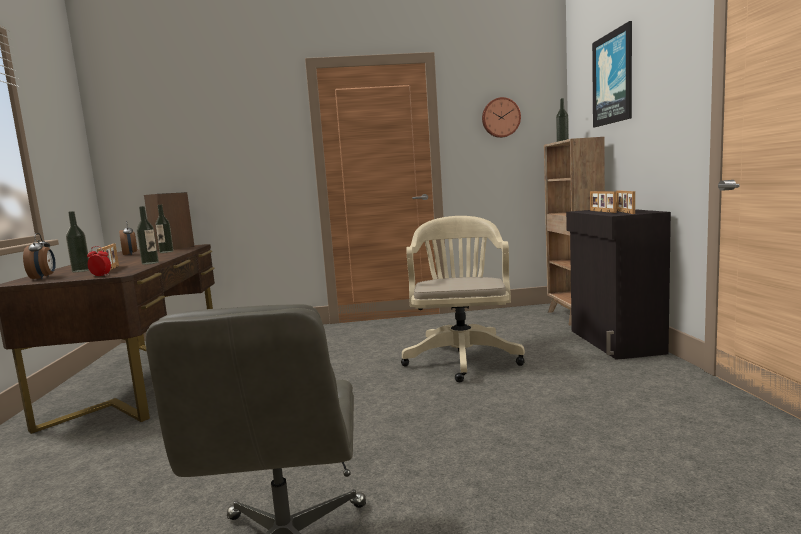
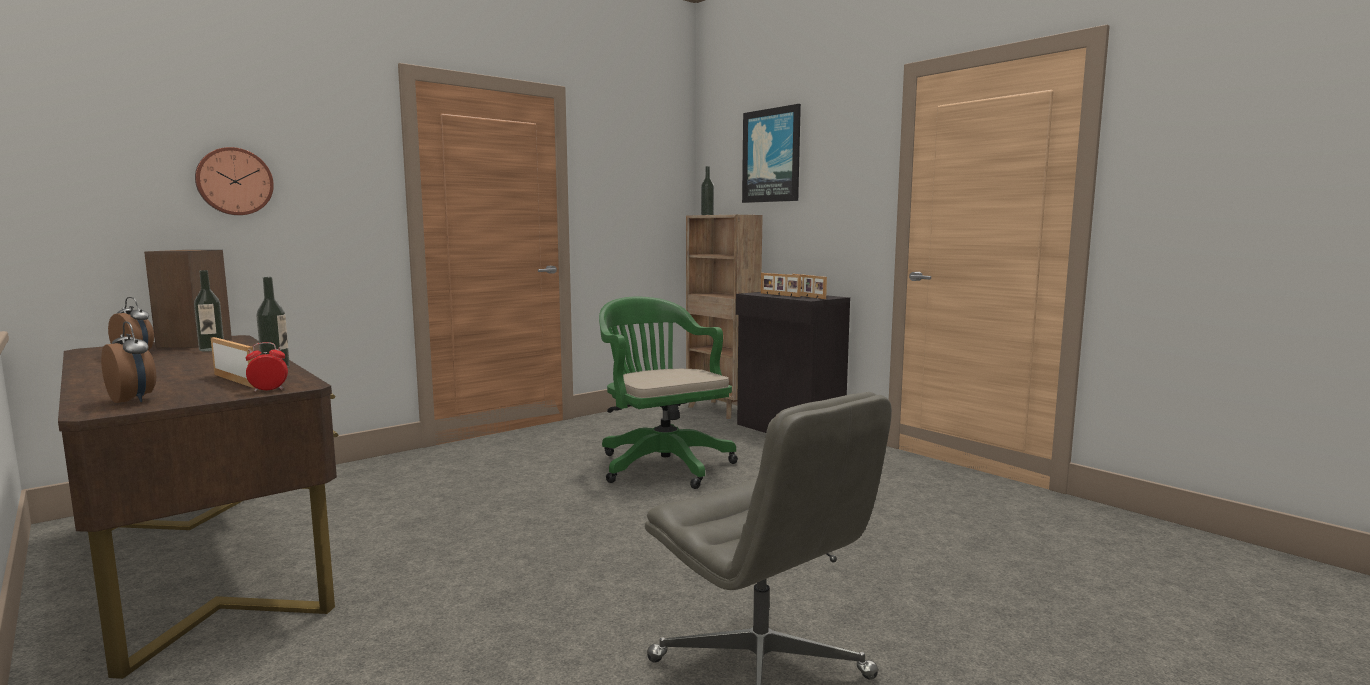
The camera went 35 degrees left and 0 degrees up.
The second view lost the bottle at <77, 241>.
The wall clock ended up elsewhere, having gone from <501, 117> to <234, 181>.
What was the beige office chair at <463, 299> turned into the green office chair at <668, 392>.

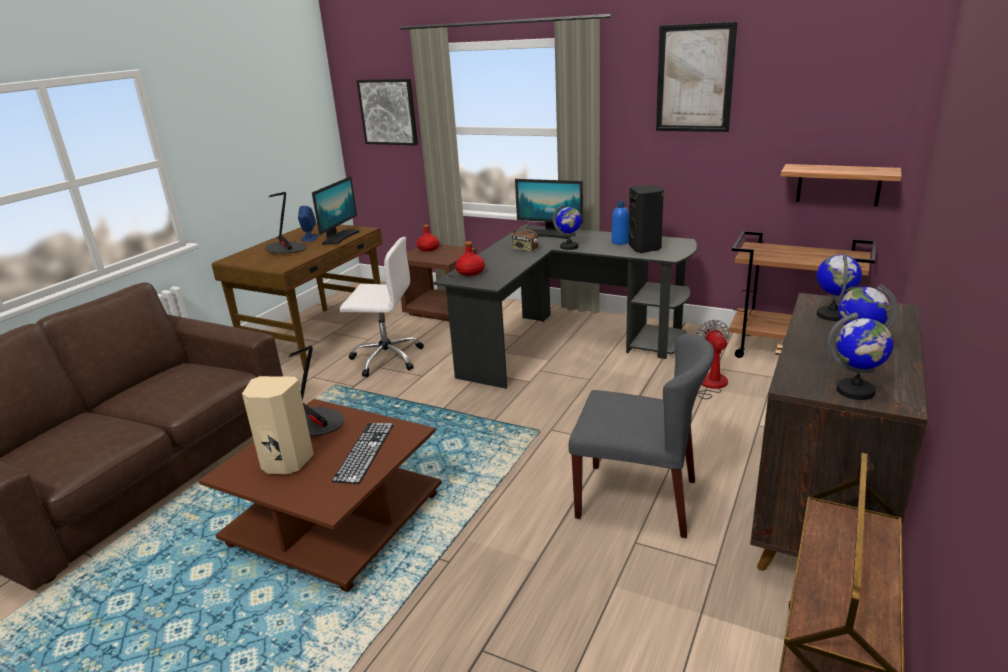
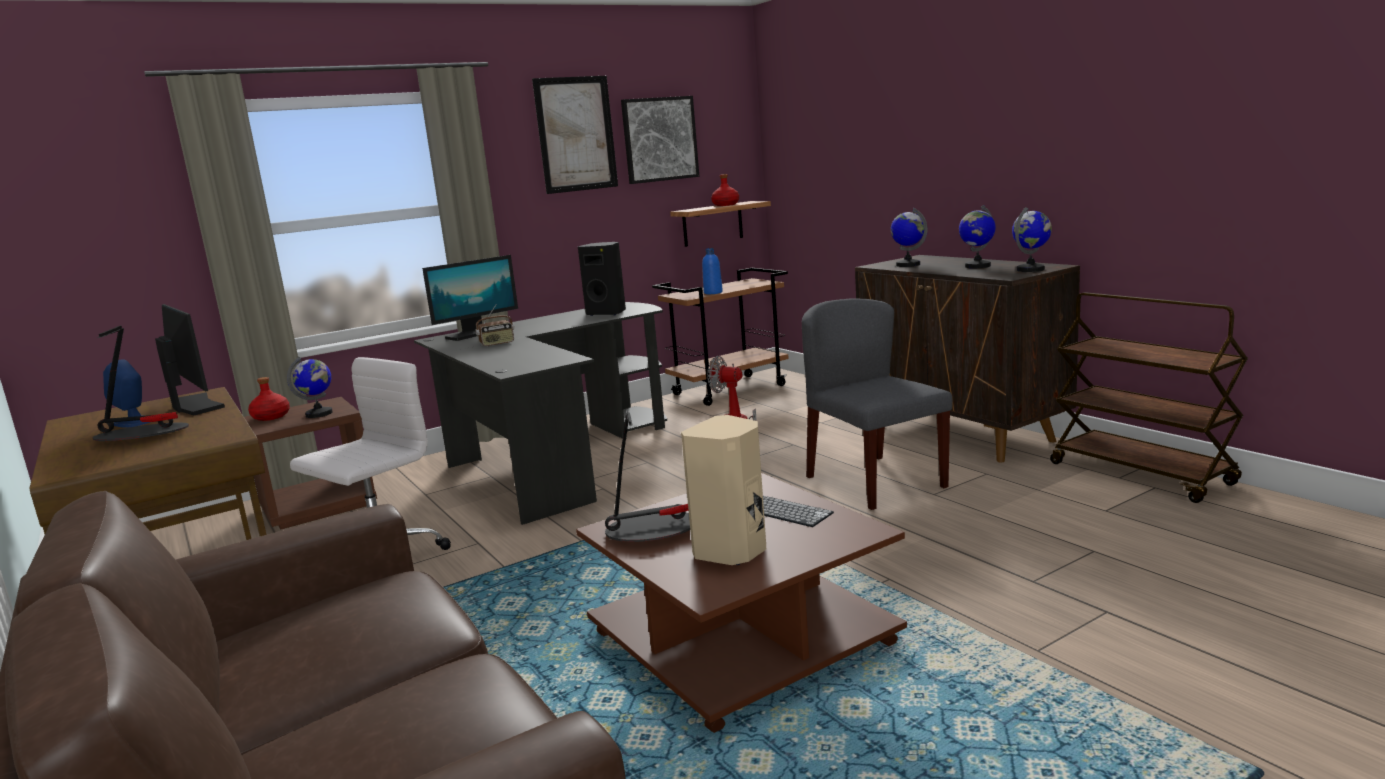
The camera went 60 degrees left and 10 degrees down.
The picture ended up elsewhere, having gone from <387, 112> to <660, 140>.
The red bottle ended up elsewhere, having gone from <470, 258> to <725, 190>.
The globe ended up elsewhere, having gone from <567, 227> to <310, 387>.
The blue bottle ended up elsewhere, having gone from <620, 223> to <712, 271>.
The grey chair at <641, 436> ended up facing another way, 75 degrees counterclockwise from before.

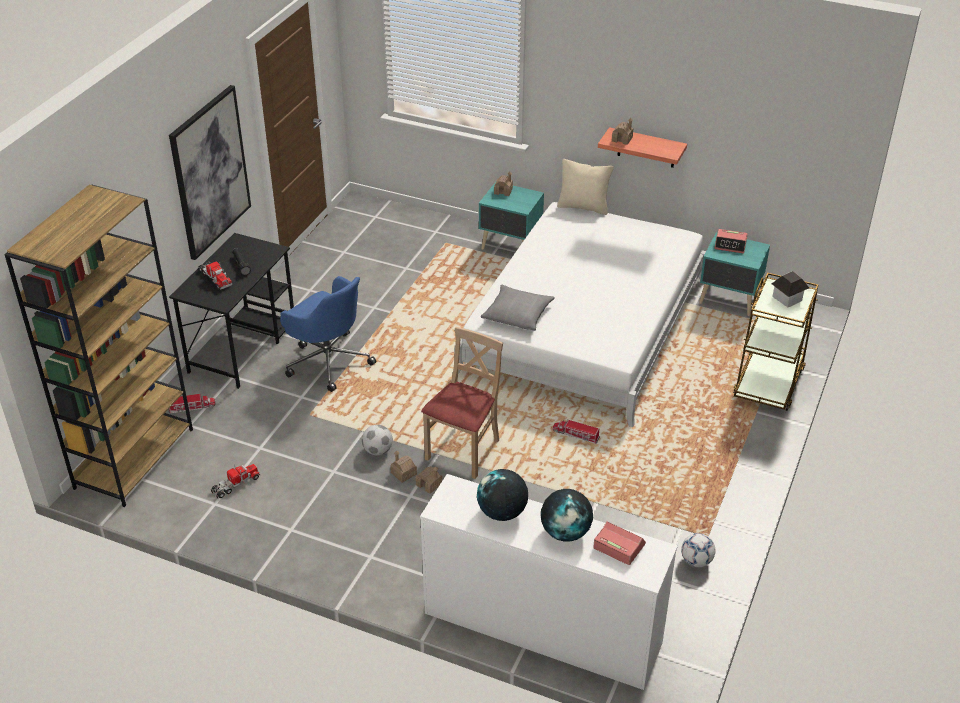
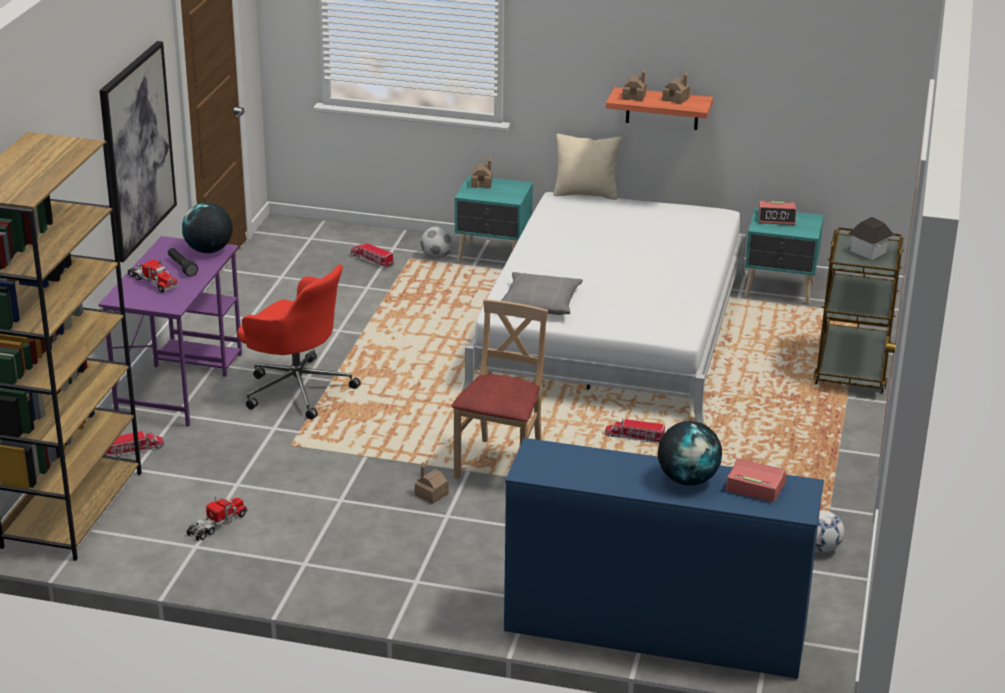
The camera went 10 degrees left and 10 degrees down.
The second view gained the toy truck at <372, 255>.
The football ended up elsewhere, having gone from <377, 440> to <436, 243>.
The toy house ended up elsewhere, having gone from <429, 480> to <676, 87>.
The globe ended up elsewhere, having gone from <502, 495> to <207, 228>.
What was the black desk at <231, 311> turned into the purple desk at <170, 331>.
What was the blue office chair at <328, 334> turned into the red office chair at <299, 342>.
What was the white dresser at <549, 582> turned into the blue dresser at <664, 558>.

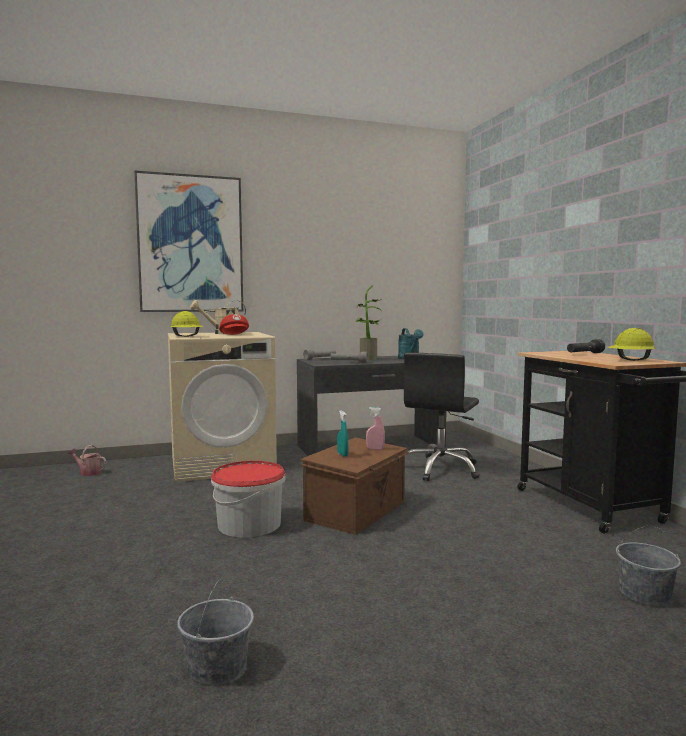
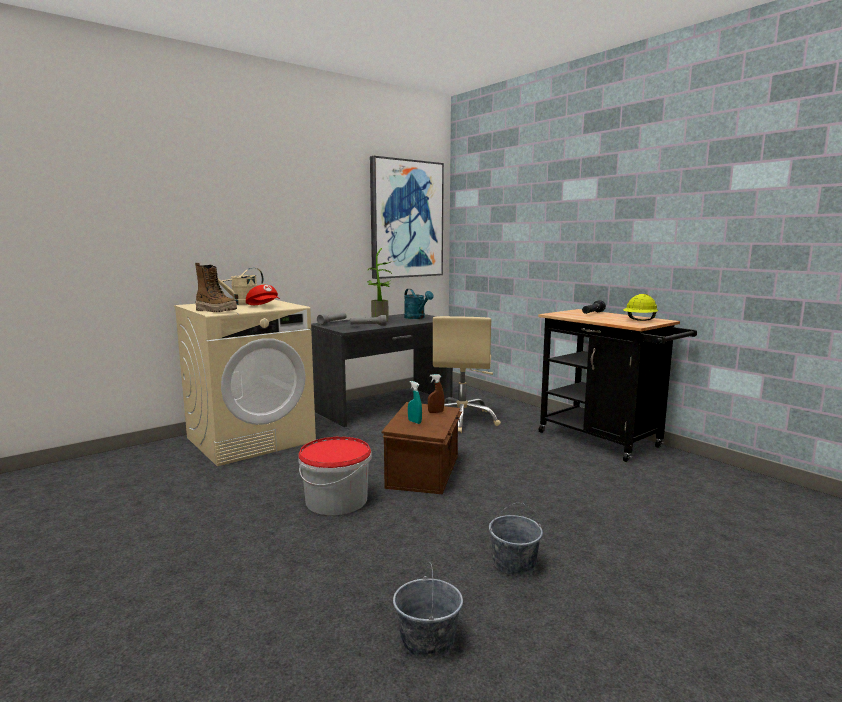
The camera went 20 degrees left and 5 degrees up.
The second view lost the watering can at <87, 460>.
The picture ended up elsewhere, having gone from <188, 241> to <407, 217>.
The grey bucket ended up elsewhere, having gone from <648, 566> to <516, 539>.
Where the yellow hard hat stood at <186, 324>, the boot came to stand at <216, 287>.
What was the pink spray bottle at <375, 428> turned into the brown spray bottle at <436, 393>.
What was the black office chair at <441, 417> turned into the beige office chair at <467, 374>.

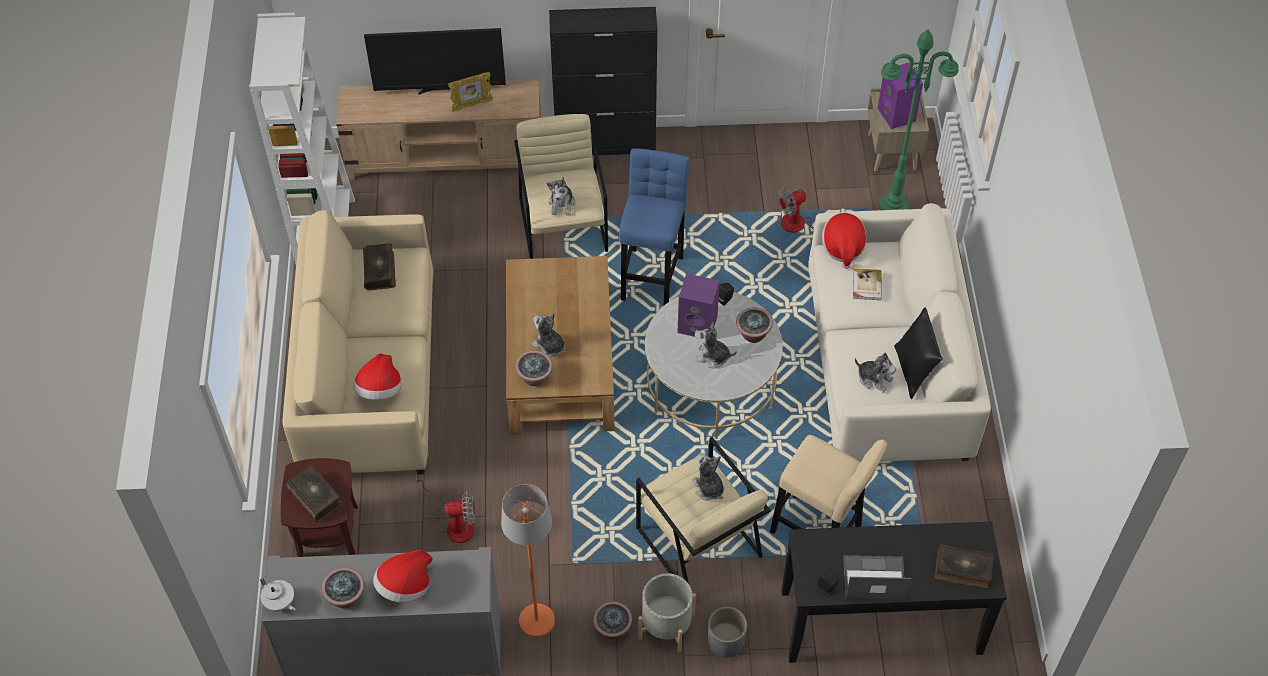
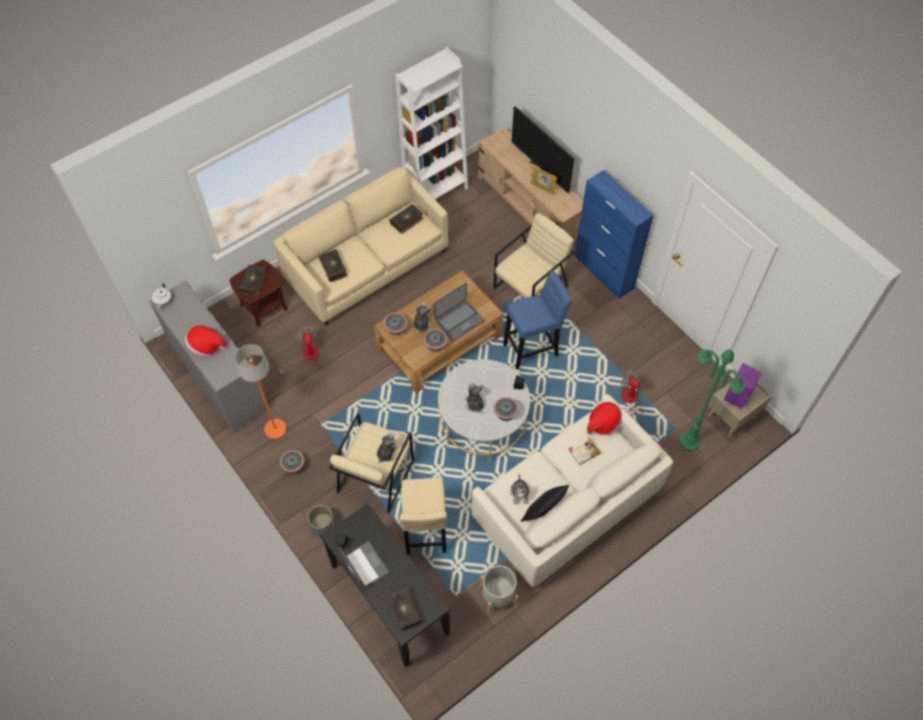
The camera went 55 degrees right and 5 degrees up.
The second view lost the plush toy at <561, 196>.
The second view lost the purple speaker at <698, 305>.
The second view gained the laptop at <459, 312>.
The potted plant ended up elsewhere, having gone from <342, 588> to <435, 340>.
The grey planter ended up elsewhere, having gone from <667, 613> to <499, 589>.
Where the hat stood at <377, 377>, the book came to stand at <333, 265>.
What was the black cabinet at <603, 81> turned into the blue cabinet at <614, 234>.
The fan at <445, 509> ended up facing another way, 150 degrees counterclockwise from before.

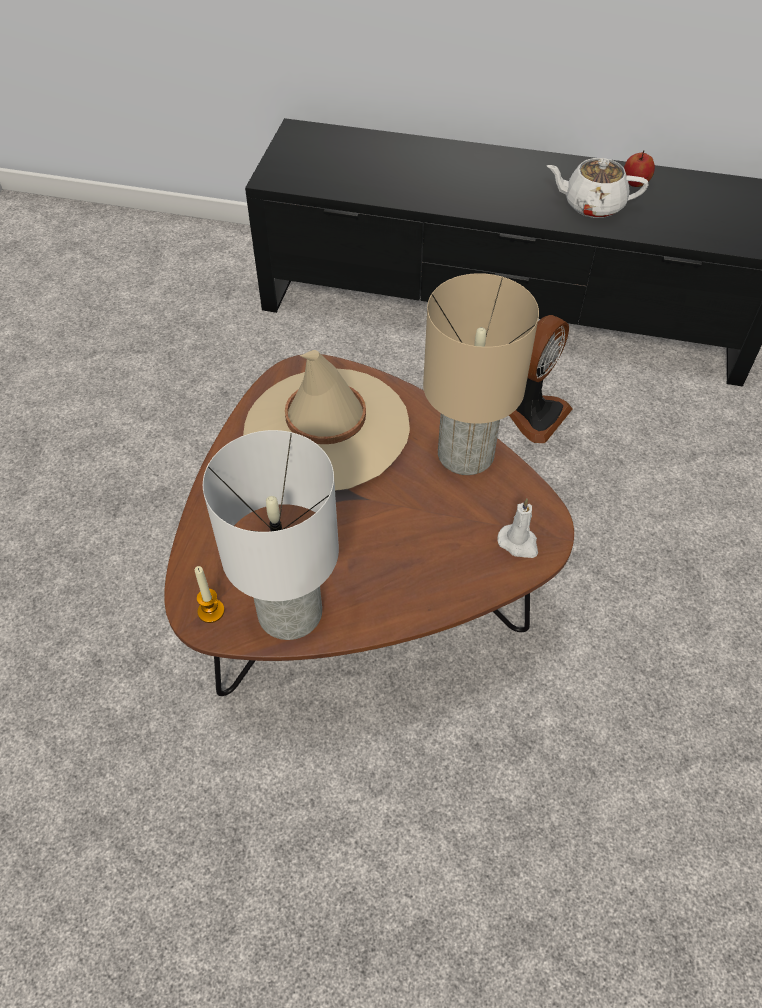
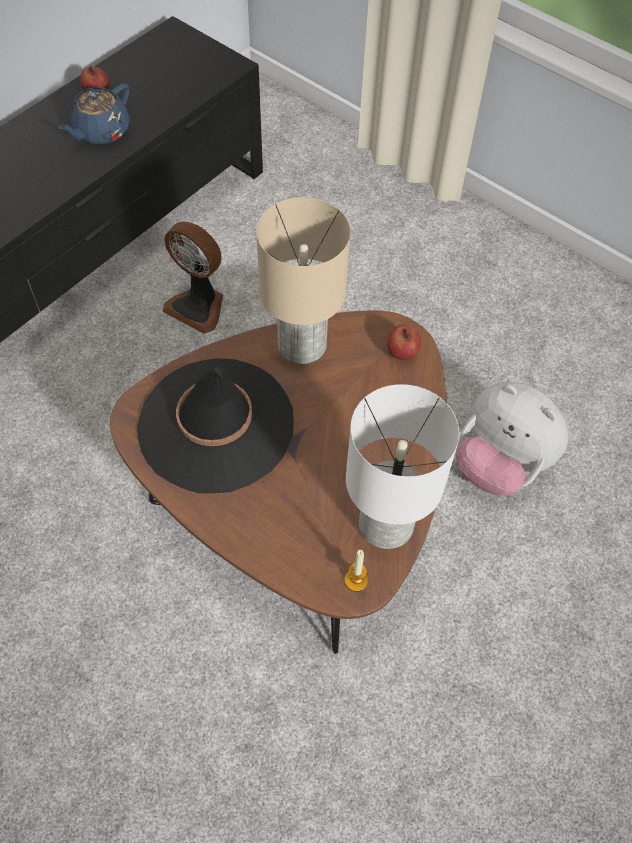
The camera went 65 degrees left and 5 degrees up.
The second view gained the plush toy at <512, 439>.
Where the white candle stood at <517, 528>, the apple came to stand at <404, 342>.
What was the beige hat at <326, 420> turned into the black hat at <215, 425>.
What was the white teapot at <597, 188> turned into the blue teapot at <94, 114>.
The fan at <541, 379> ended up facing another way, 150 degrees clockwise from before.

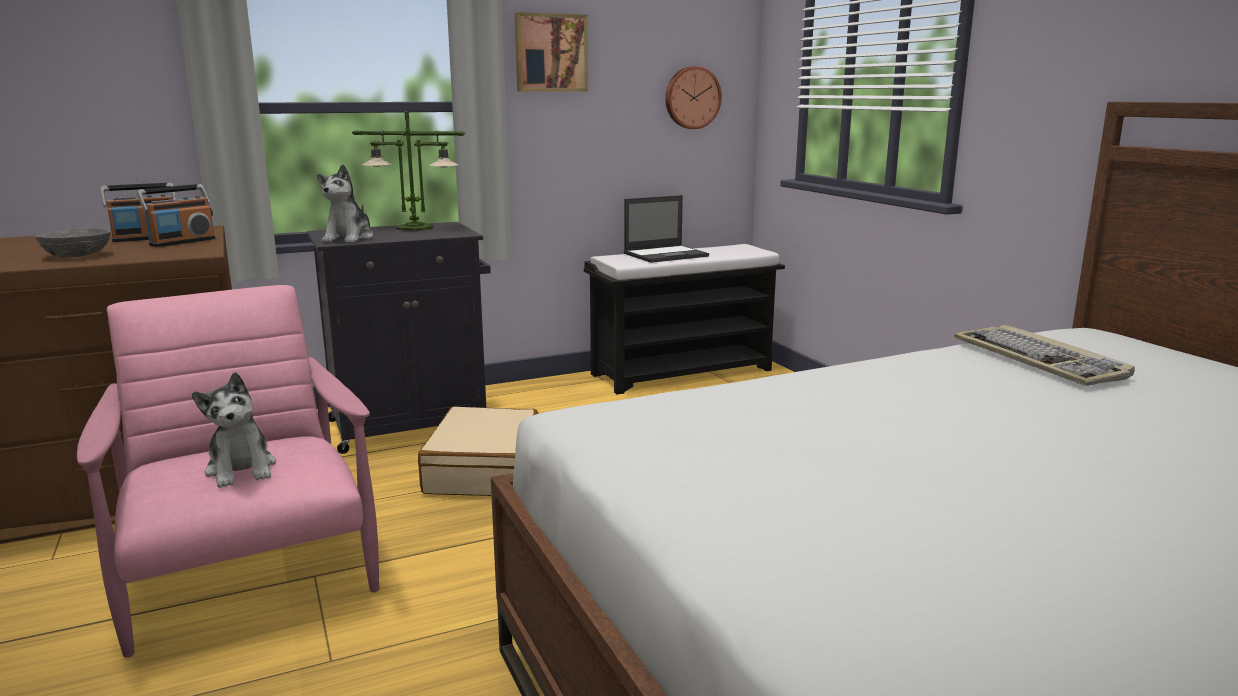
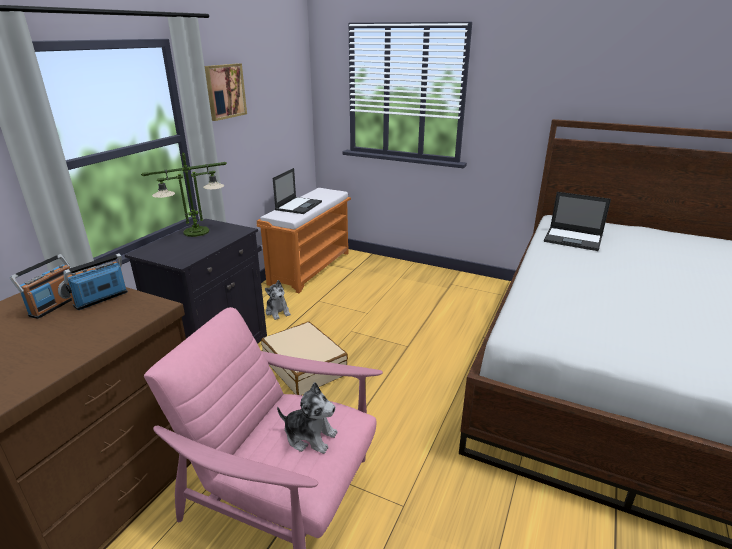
The camera went 40 degrees left and 10 degrees up.
The second view lost the grey bowl at <72, 243>.
The second view lost the wall clock at <693, 97>.
The plush toy ended up elsewhere, having gone from <345, 203> to <278, 300>.
Where the keyboard stood at <1044, 355>, the laptop came to stand at <577, 221>.
What was the black bench at <684, 319> turned into the orange bench at <304, 240>.
The radio at <175, 215> ended up facing another way, 135 degrees counterclockwise from before.

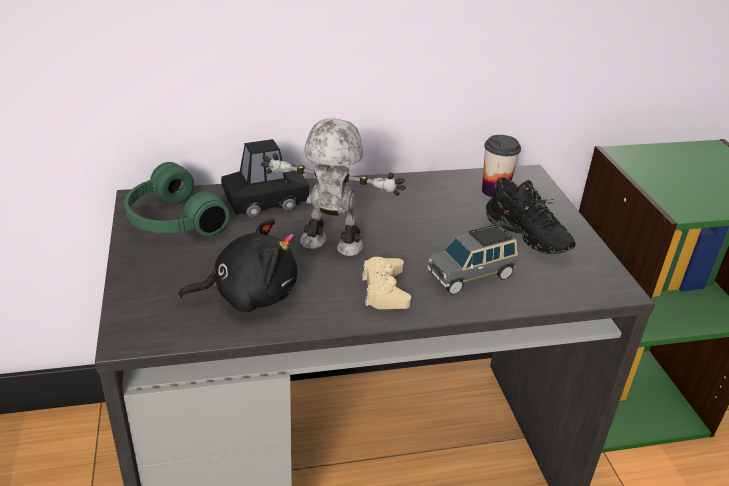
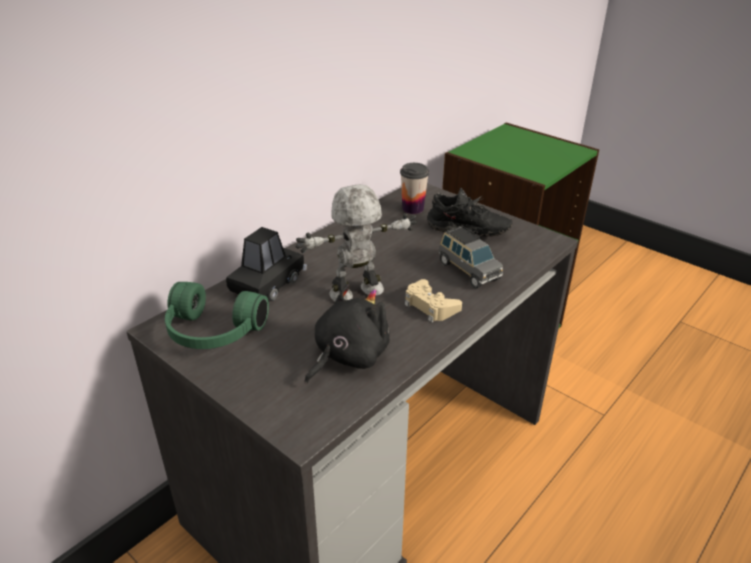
The camera went 35 degrees left and 0 degrees up.
The grey toy car at <472, 259> ended up facing another way, 60 degrees counterclockwise from before.

